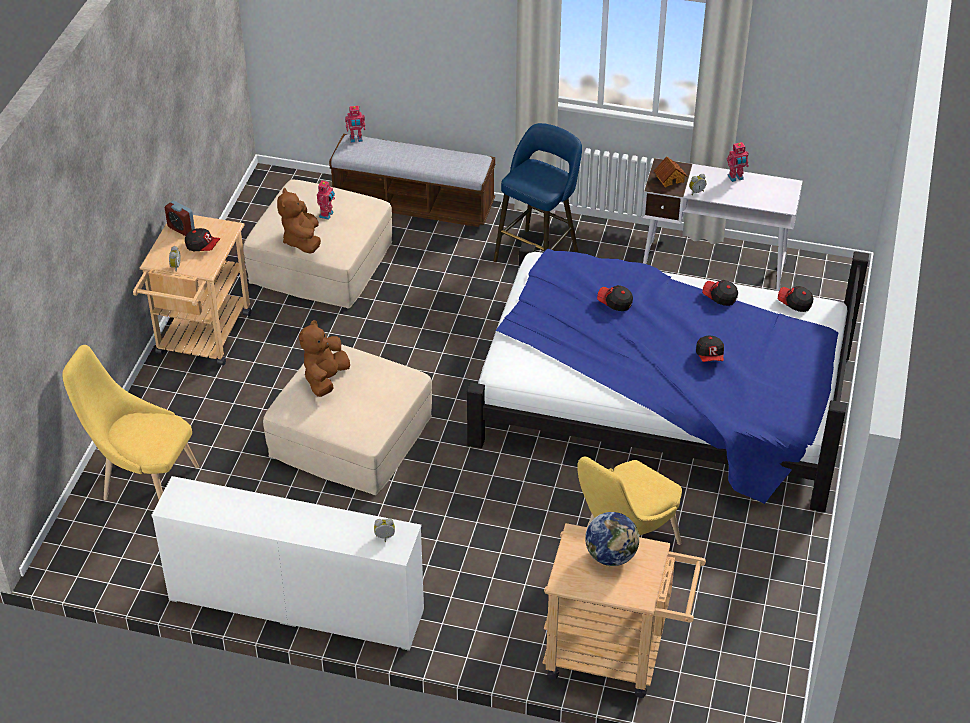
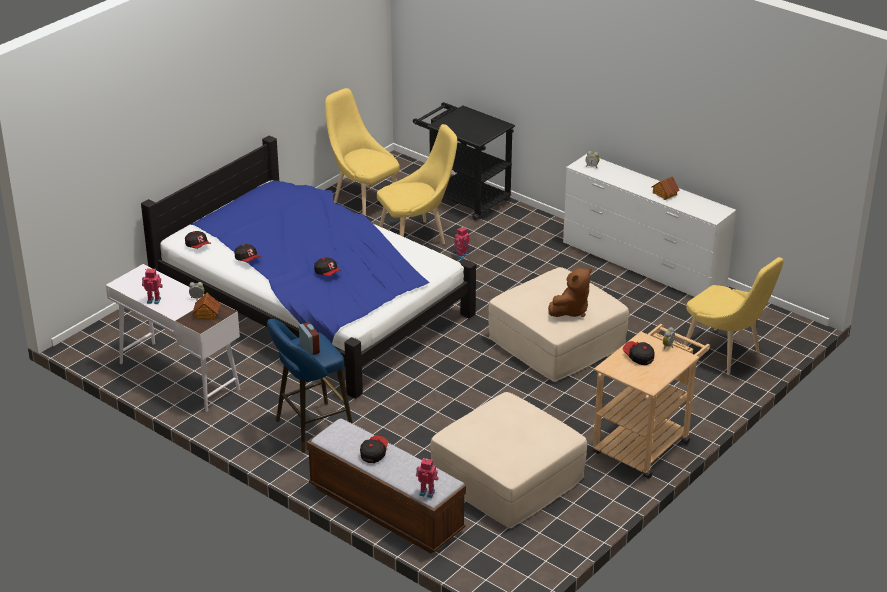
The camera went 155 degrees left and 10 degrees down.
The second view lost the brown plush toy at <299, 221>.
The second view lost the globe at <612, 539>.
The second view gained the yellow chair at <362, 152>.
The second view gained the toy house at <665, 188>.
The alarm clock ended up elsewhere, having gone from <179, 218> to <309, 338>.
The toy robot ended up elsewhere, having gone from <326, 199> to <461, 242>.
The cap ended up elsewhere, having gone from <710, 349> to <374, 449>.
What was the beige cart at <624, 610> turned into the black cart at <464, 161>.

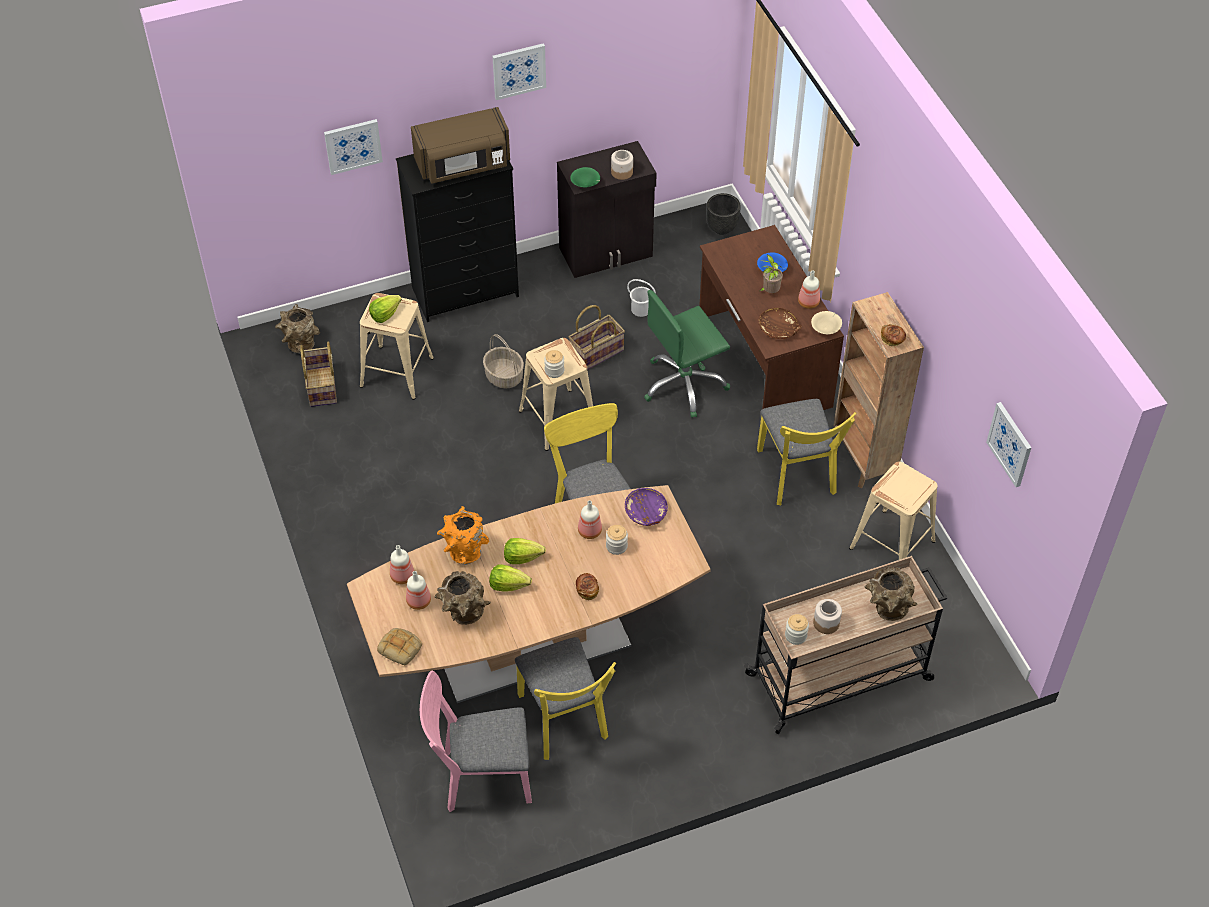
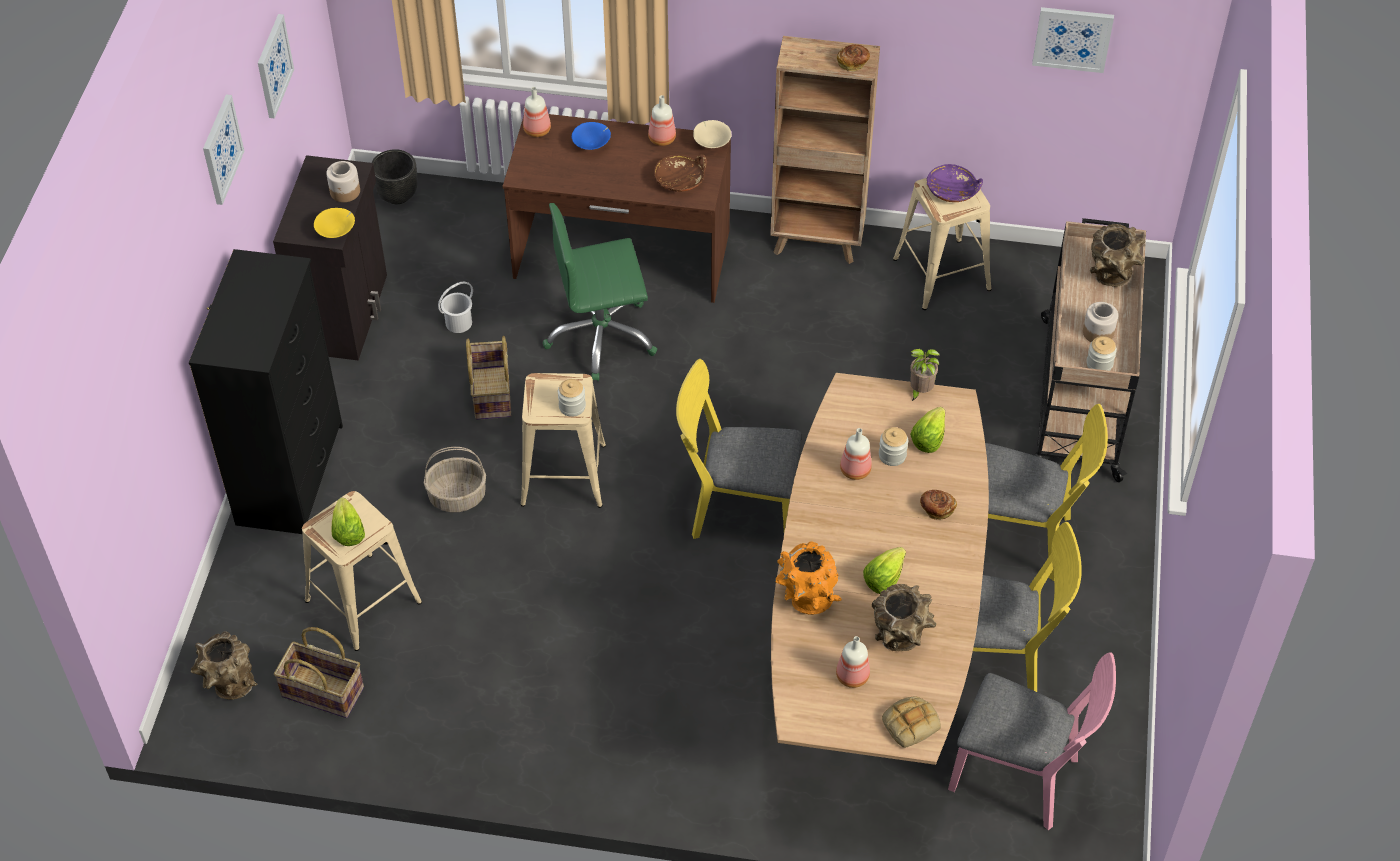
The camera went 60 degrees left and 0 degrees up.
The second view lost the brown microwave at <460, 145>.
The picture ended up elsewhere, having gone from <353, 147> to <276, 66>.
The bottle ended up elsewhere, having gone from <402, 564> to <537, 112>.
The lettuce ended up elsewhere, having gone from <525, 551> to <927, 430>.
The purple bowl ended up elsewhere, having gone from <646, 507> to <954, 183>.
The yellow chair ended up elsewhere, having gone from <806, 452> to <1046, 492>.
The potted plant ended up elsewhere, having gone from <771, 274> to <925, 375>.
What was the green bowl at <585, 177> turned into the yellow bowl at <334, 223>.
The pink chair at <476, 741> ended up facing another way, 90 degrees counterclockwise from before.
The green office chair at <687, 354> ended up facing another way, 75 degrees clockwise from before.

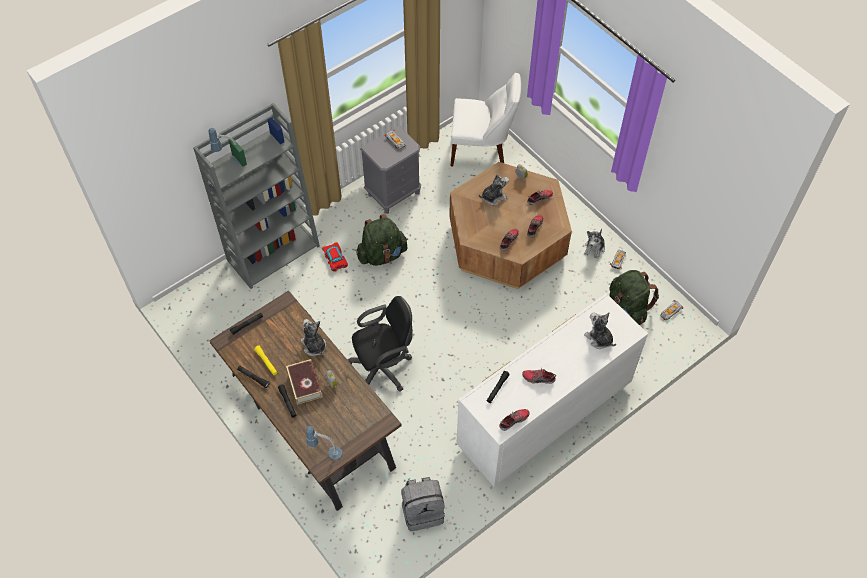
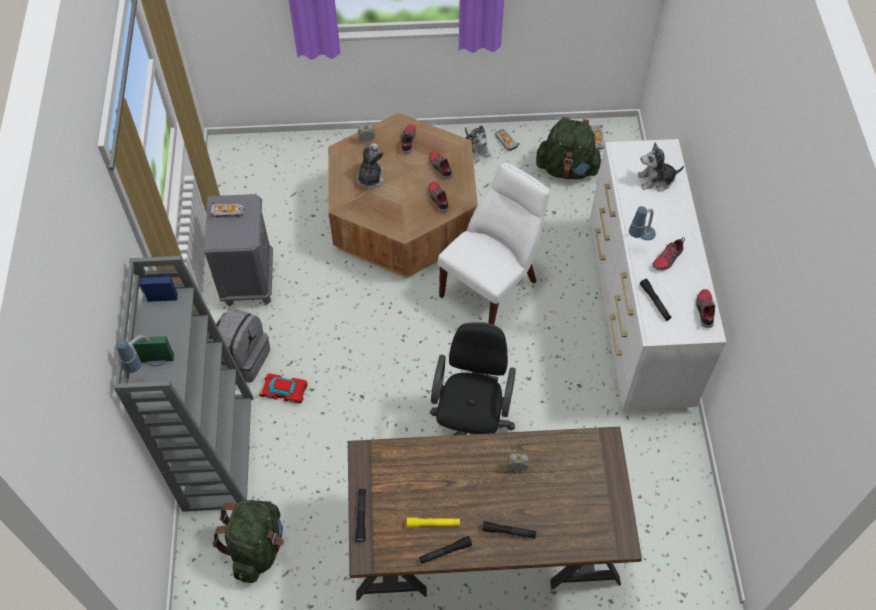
The camera went 55 degrees left and 0 degrees up.
The second view lost the book at <304, 382>.
The second view lost the plush toy at <313, 337>.
The table lamp ended up elsewhere, having gone from <324, 443> to <642, 223>.
The green backpack ended up elsewhere, having gone from <382, 240> to <248, 541>.
The grey backpack ended up elsewhere, having gone from <423, 504> to <238, 345>.
The white chair ended up elsewhere, having gone from <485, 119> to <494, 244>.

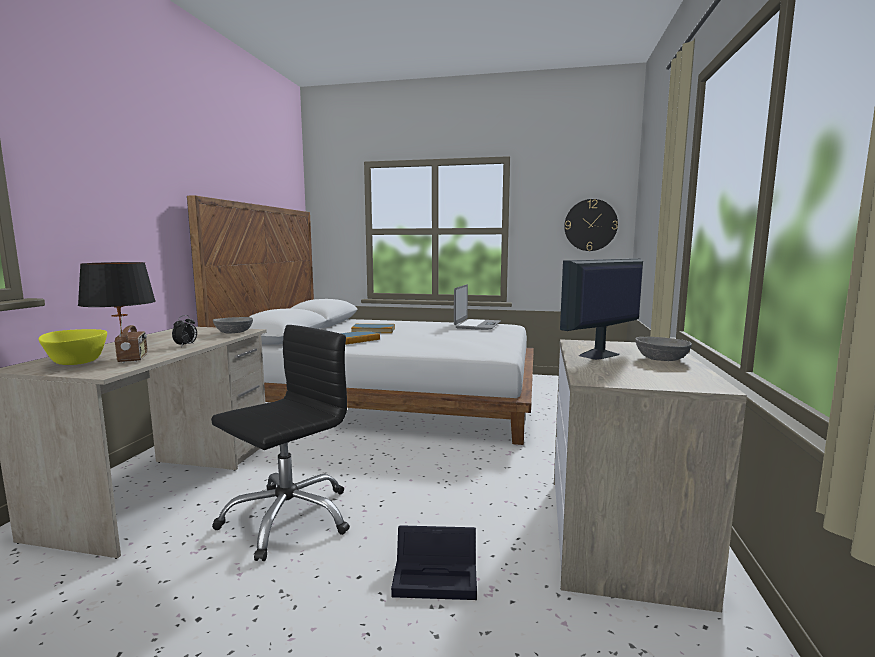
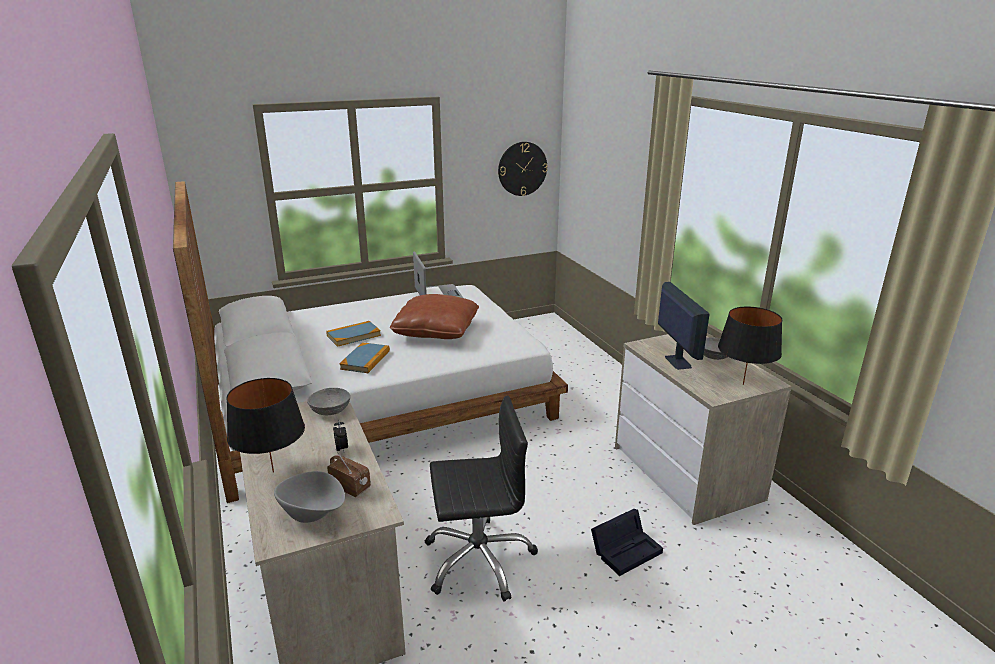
The camera went 35 degrees left and 15 degrees up.
The second view gained the brown pillow at <434, 316>.
The second view gained the black table lamp at <750, 346>.
What was the yellow bowl at <72, 347> turned into the grey bowl at <309, 497>.
The black office chair at <280, 443> ended up facing another way, 75 degrees clockwise from before.
The monitor at <601, 309> ended up facing another way, 150 degrees clockwise from before.

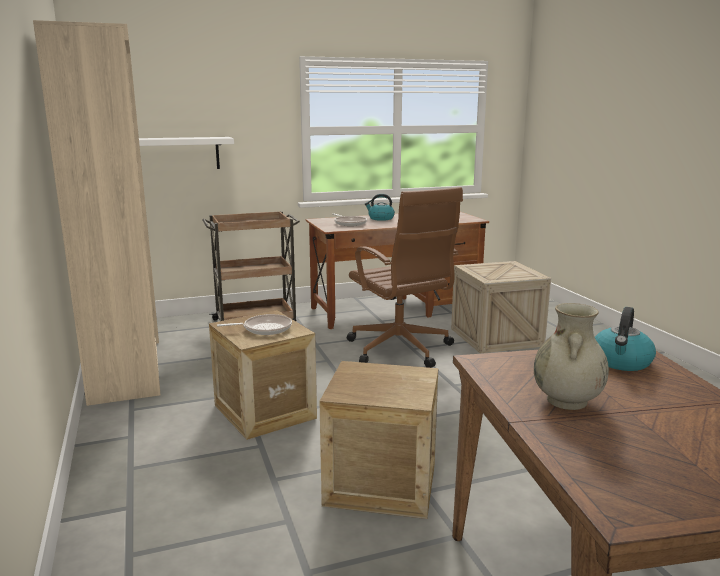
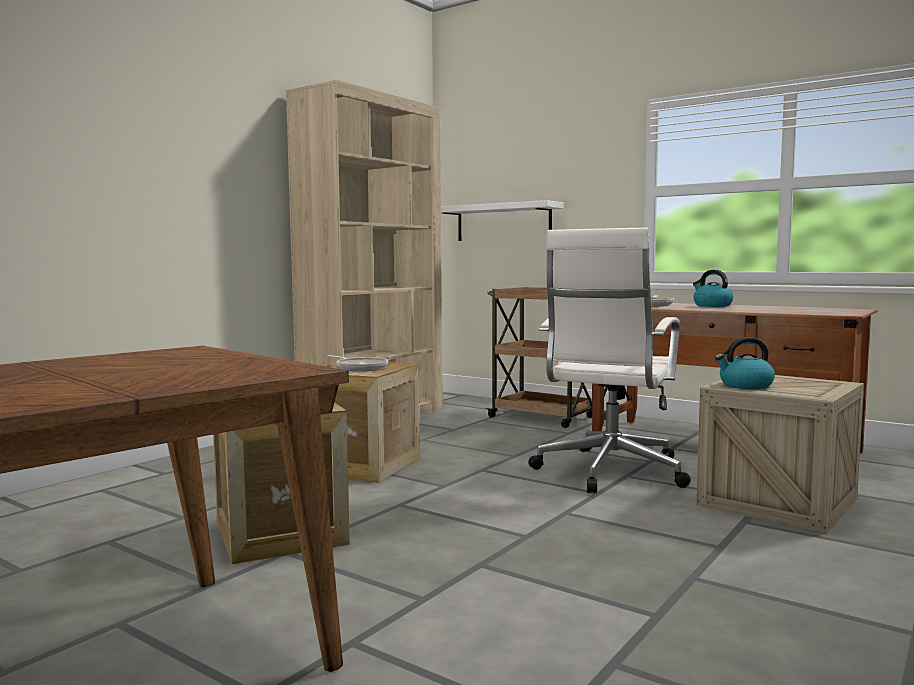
The camera went 55 degrees right and 10 degrees down.
The second view lost the beige vase at <571, 356>.
The kettle ended up elsewhere, having gone from <625, 339> to <745, 363>.
What was the brown office chair at <405, 277> turned into the white office chair at <609, 360>.

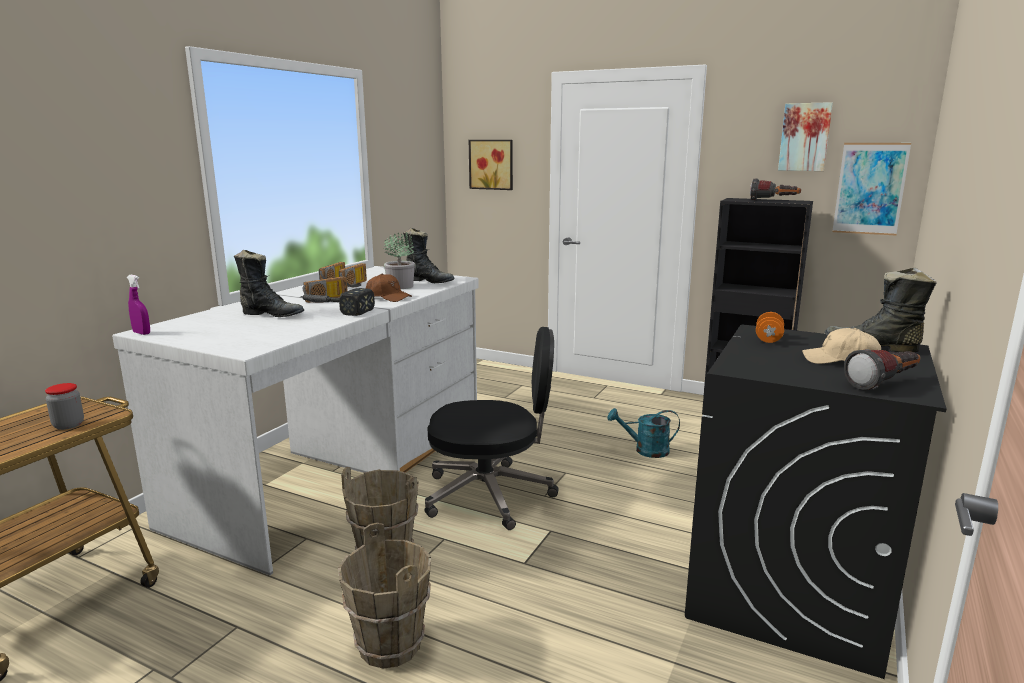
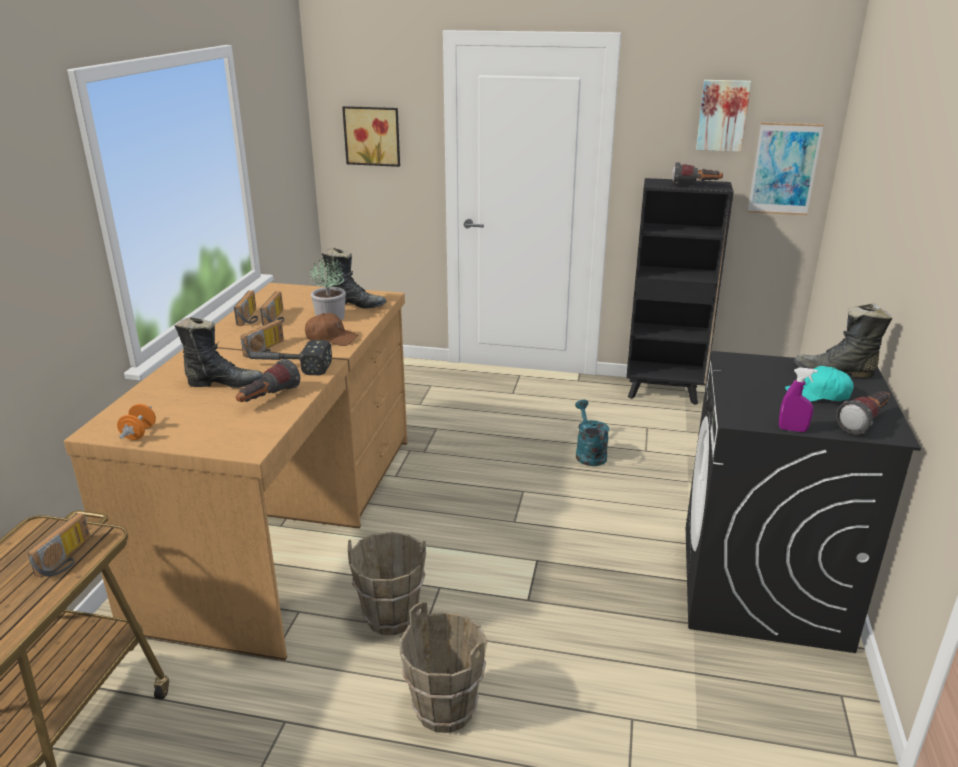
The camera went 15 degrees left and 10 degrees up.
The second view lost the black office chair at <492, 428>.
The second view gained the flashlight at <268, 380>.
The purple spray bottle ended up elsewhere, having gone from <138, 305> to <798, 399>.
The orange dumbbell ended up elsewhere, having gone from <770, 327> to <136, 422>.
Where the jar stood at <64, 406>, the radio came to stand at <59, 545>.
What was the white desk at <295, 421> turned into the brown desk at <235, 472>.
What was the beige cap at <841, 346> turned into the turquoise cap at <819, 384>.
The turquoise watering can at <643, 433> ended up facing another way, 90 degrees clockwise from before.

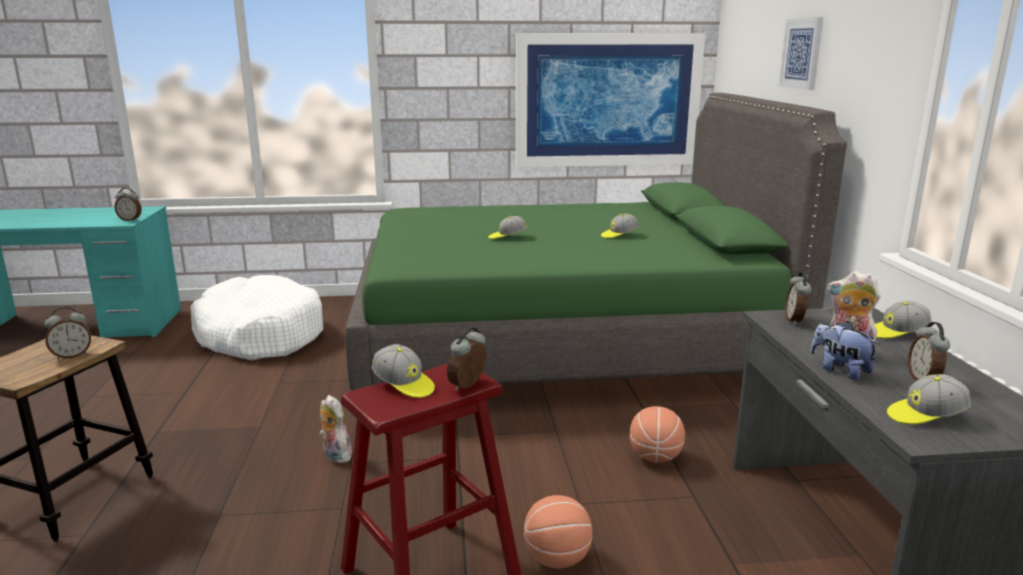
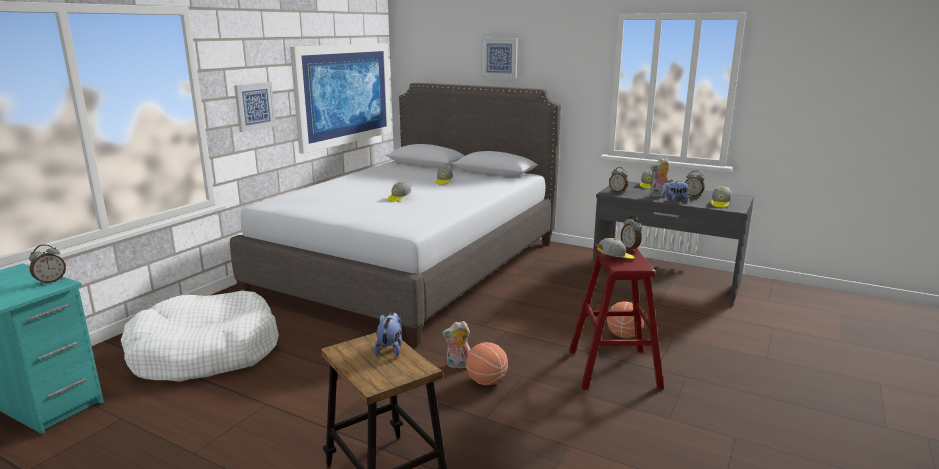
The camera went 55 degrees left and 0 degrees up.
The second view gained the picture at <255, 107>.
The basketball ended up elsewhere, having gone from <657, 434> to <487, 363>.
Where the alarm clock stood at <67, 333>, the plush toy came to stand at <388, 334>.
What was the green bed at <596, 242> turned into the grey bed at <395, 215>.

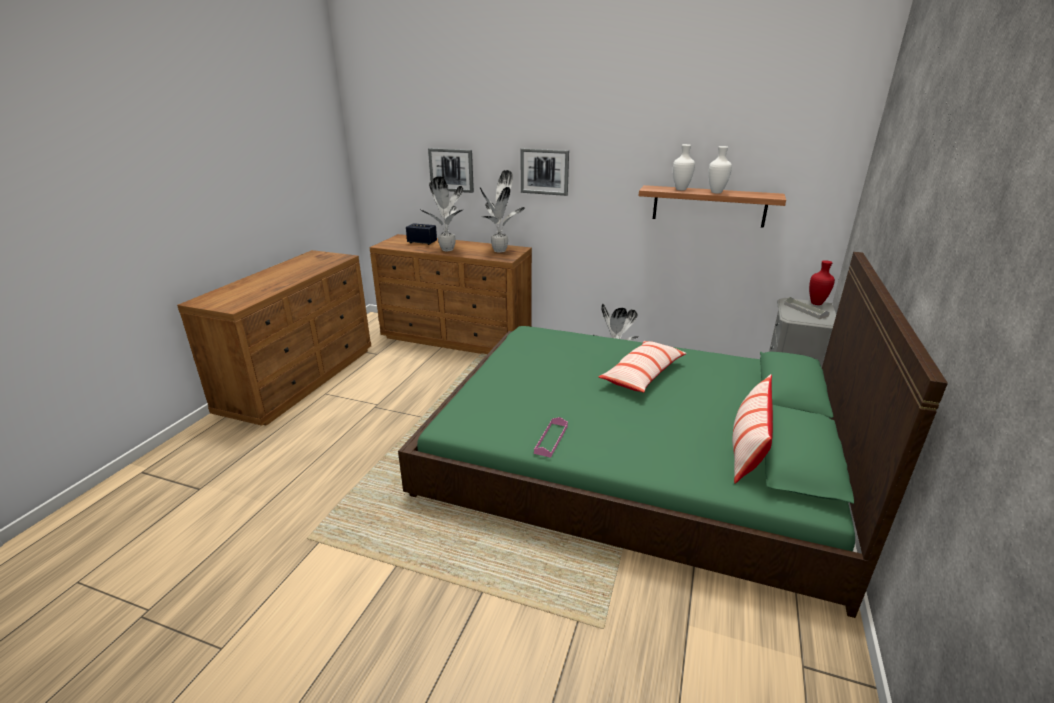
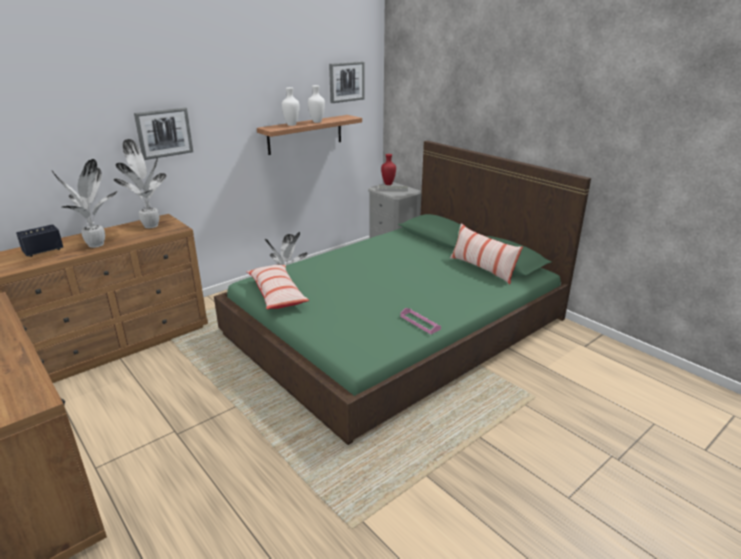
The camera went 60 degrees left and 0 degrees up.
The picture ended up elsewhere, having gone from <451, 170> to <347, 82>.
The pillow ended up elsewhere, having gone from <643, 367> to <277, 287>.

